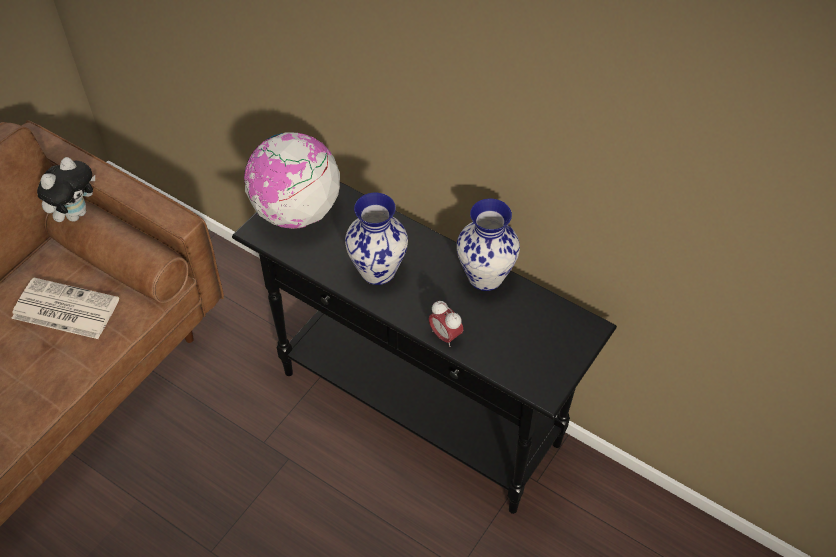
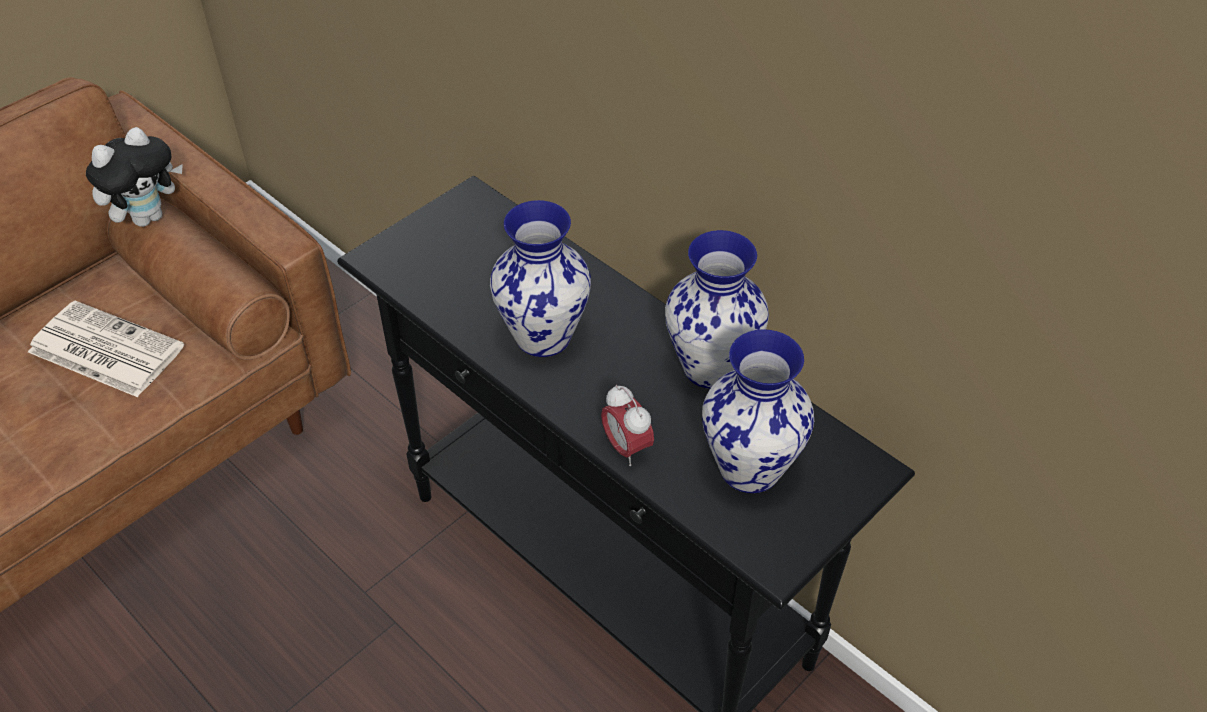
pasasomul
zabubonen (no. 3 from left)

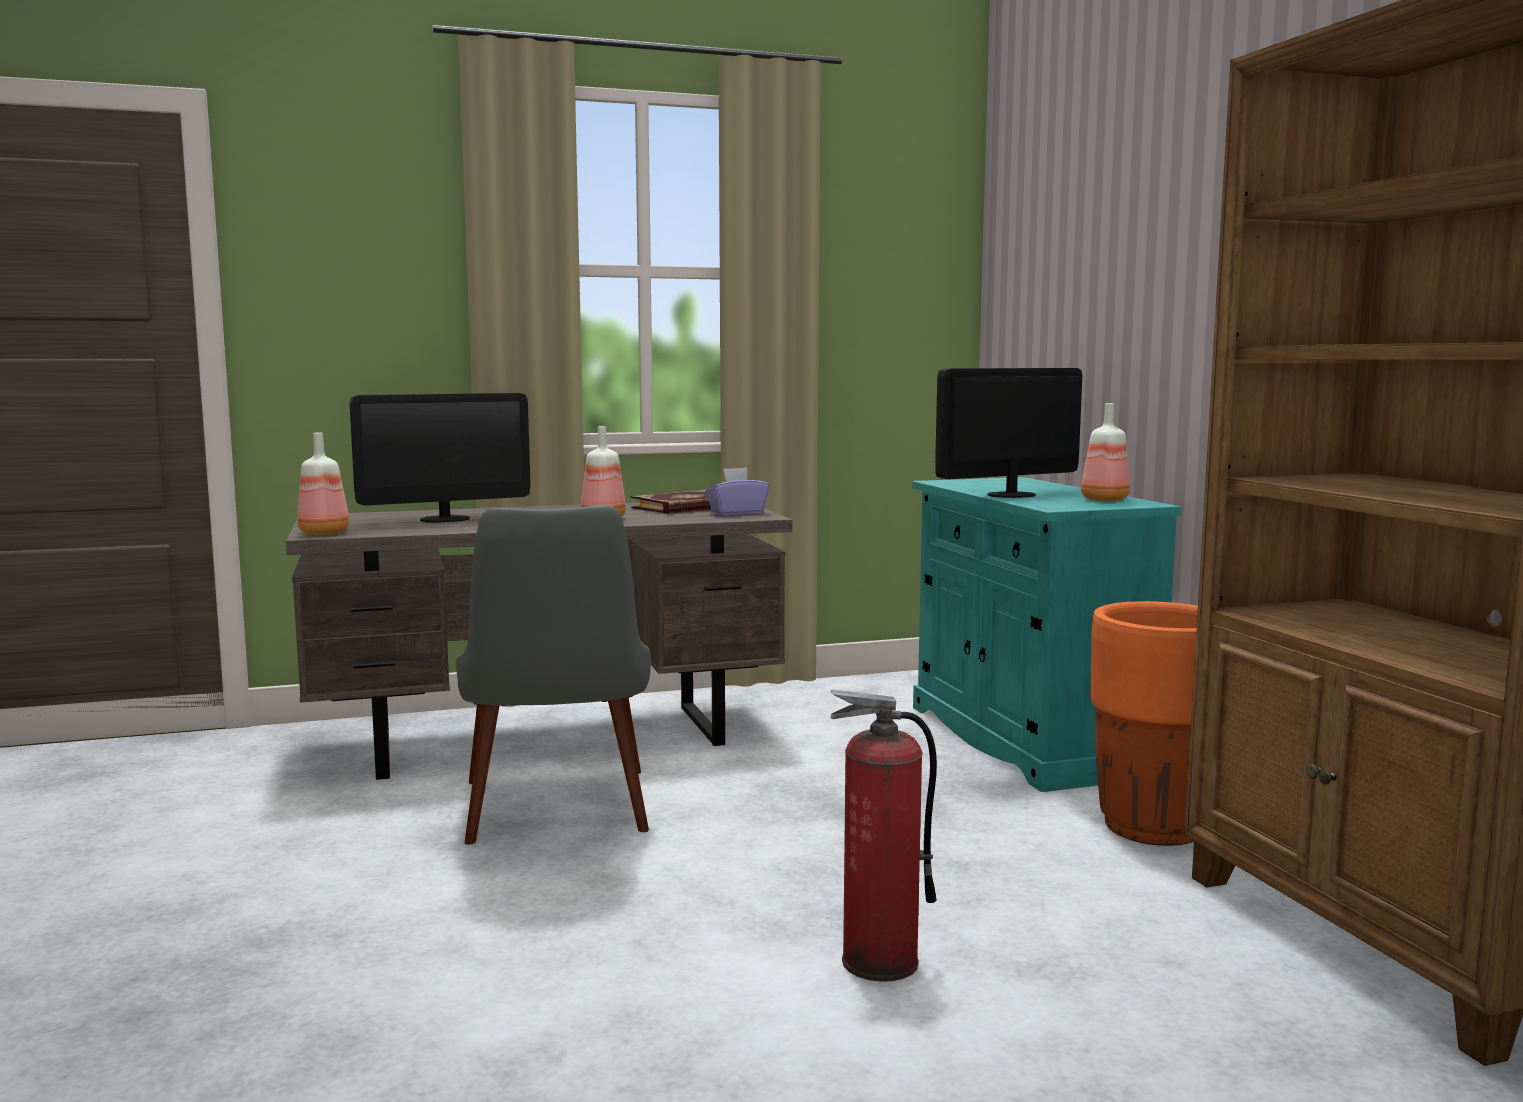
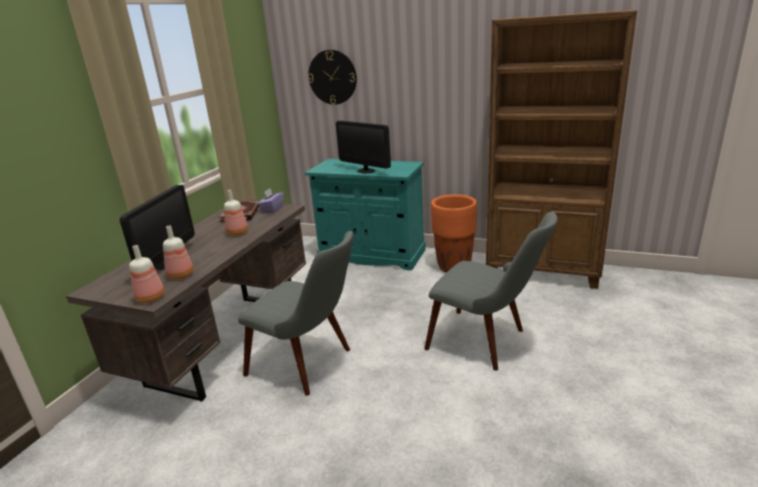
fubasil (no. 2 from left)
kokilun (no. 2 from left)
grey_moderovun (no. 2 from left)
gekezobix

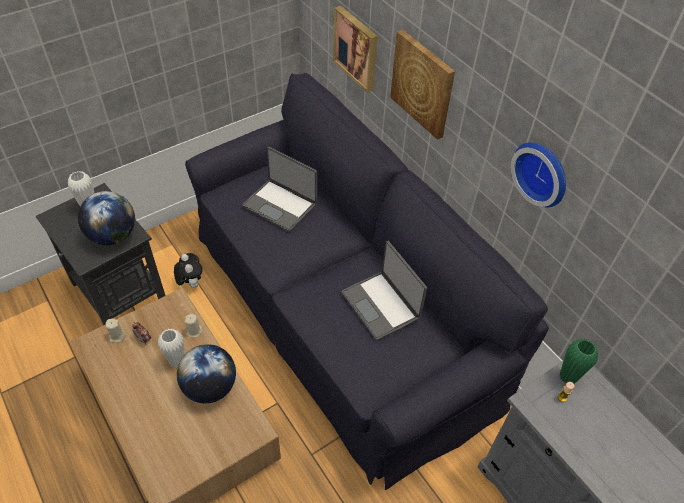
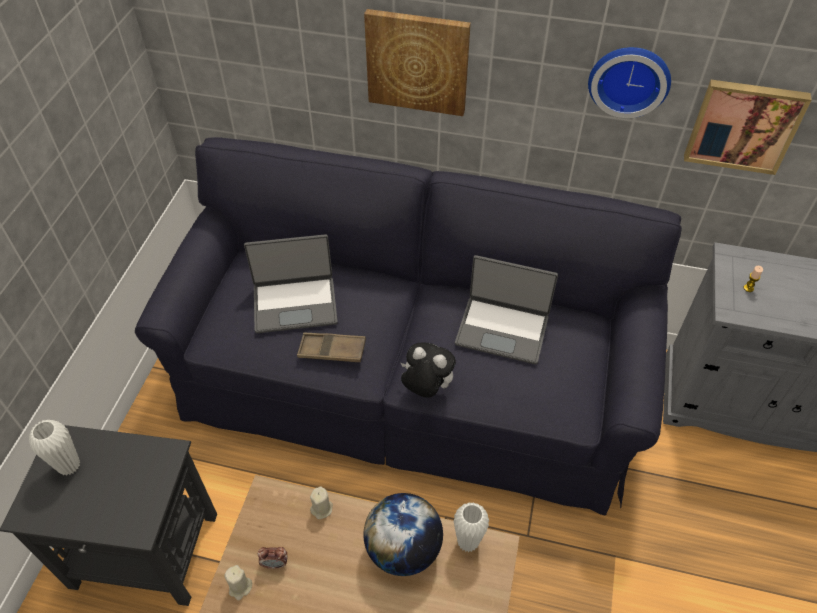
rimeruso (no. 2 from left)
pasasomul (no. 1 from left in the first image)
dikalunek
white_zabubonen (no. 2 from left)
green_zabubonen
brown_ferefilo

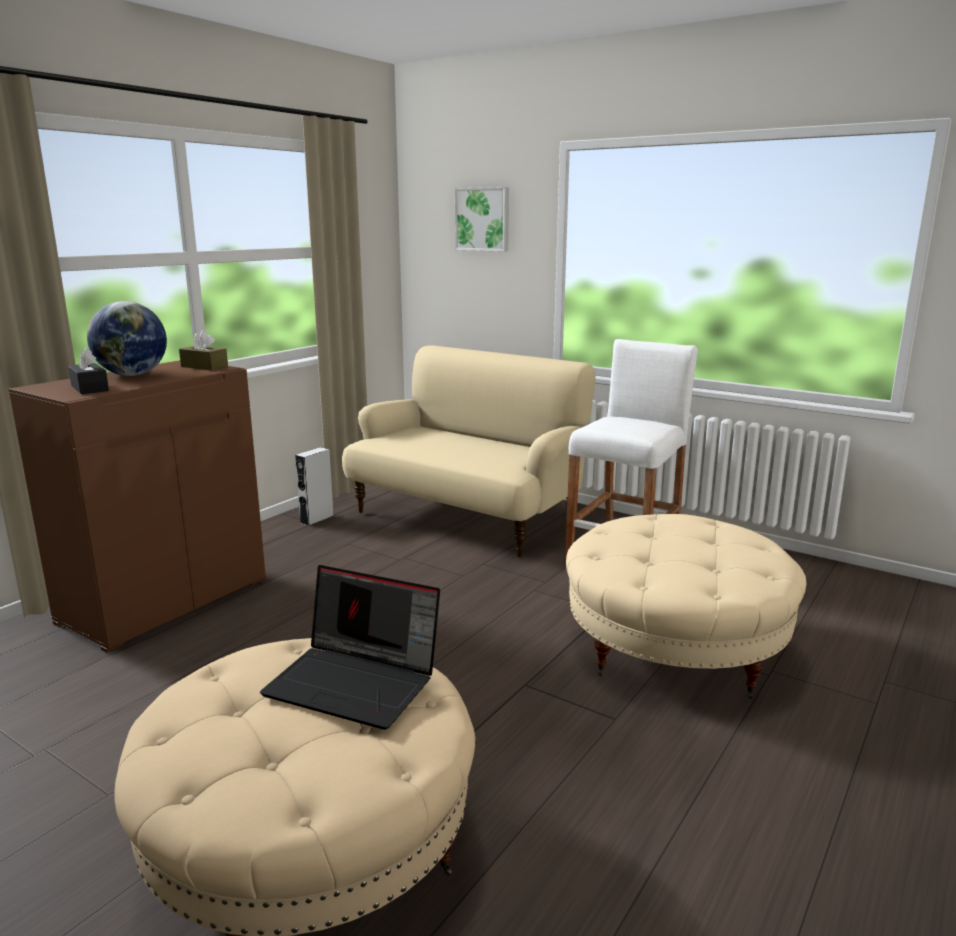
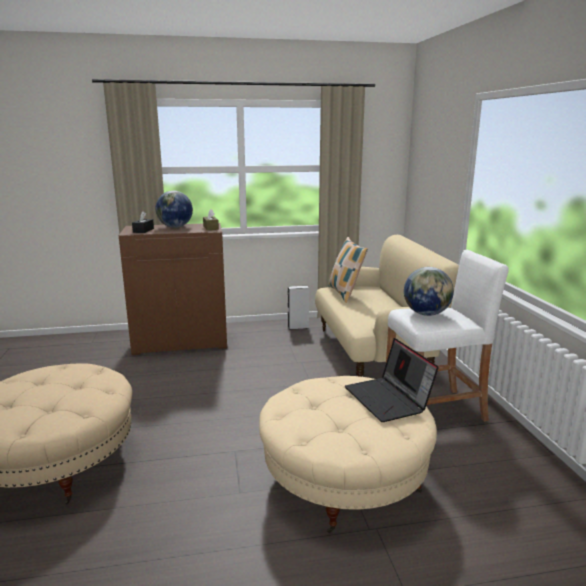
rimeruso
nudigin
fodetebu
pasasomul (no. 2 from left)

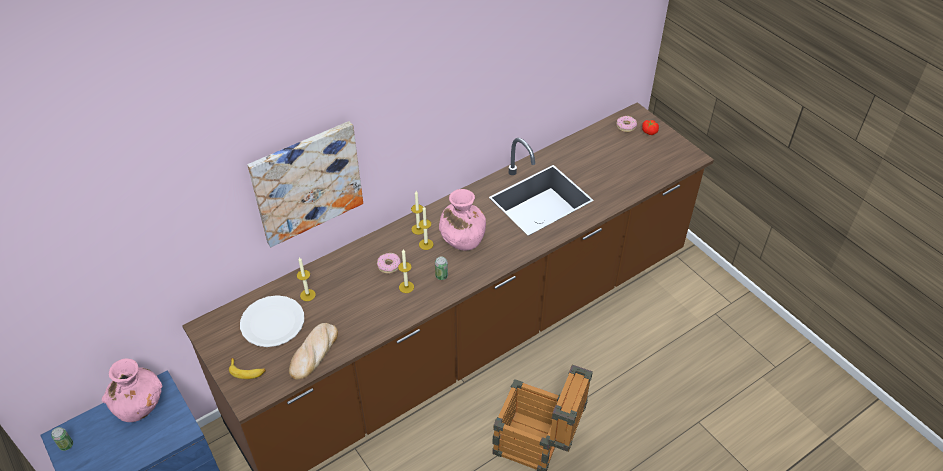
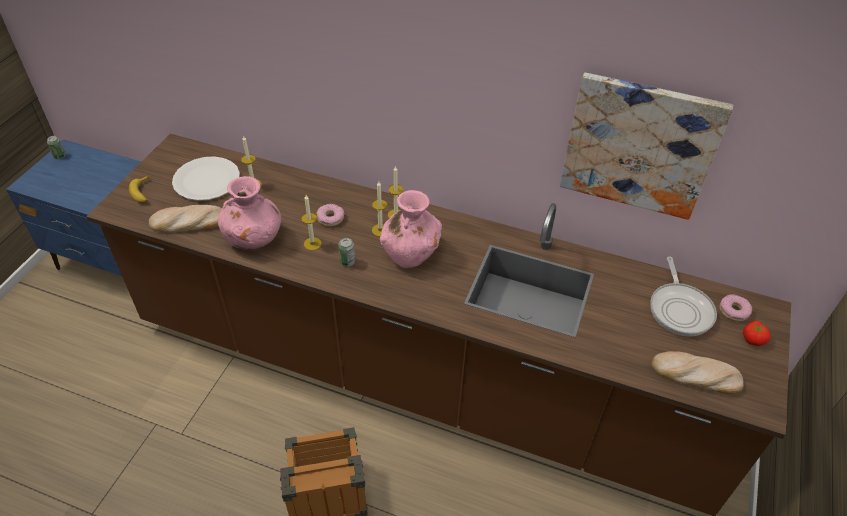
rimeruso
pink_zabubonen (no. 1 from left)
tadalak
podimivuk (no. 2 from left)

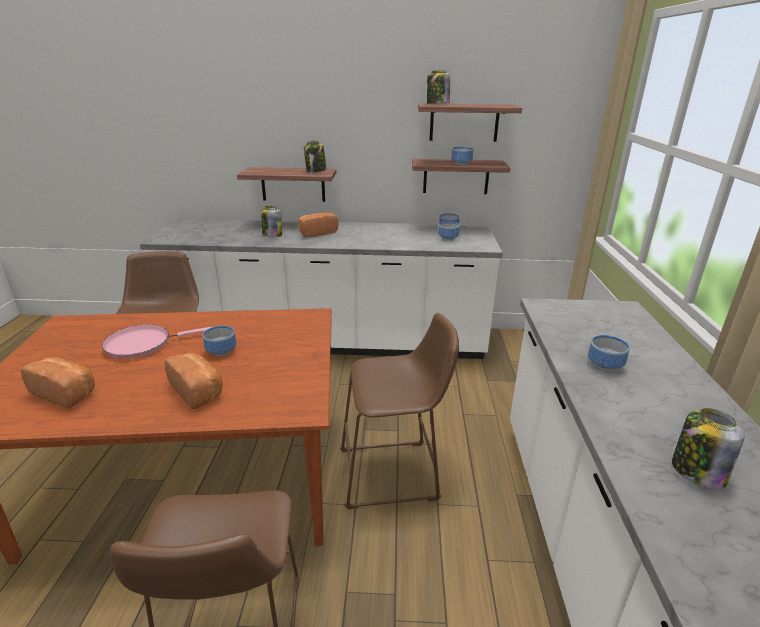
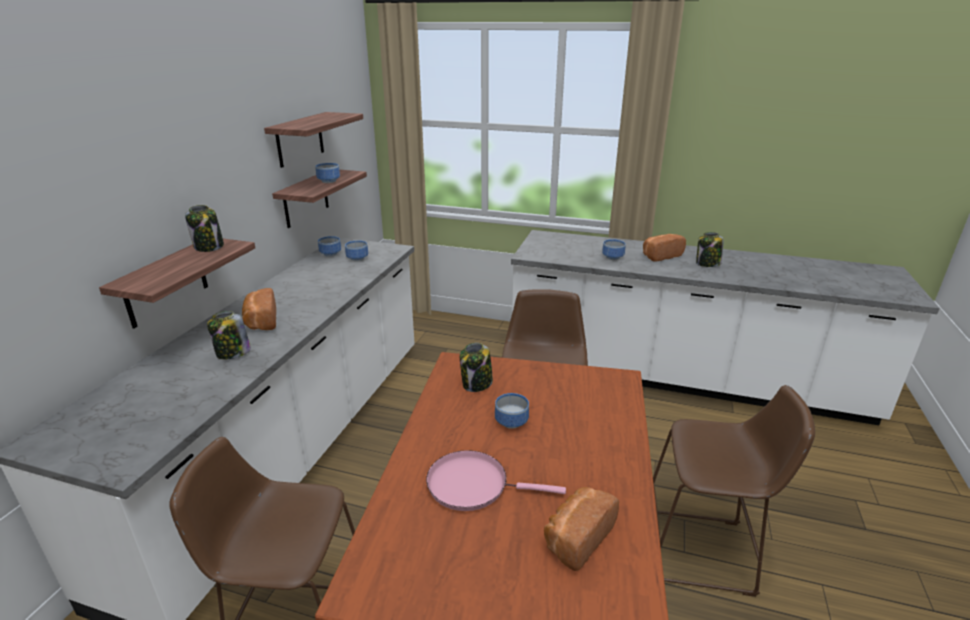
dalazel (no. 3 from left)
pink_tadalak
podimivuk (no. 3 from left)

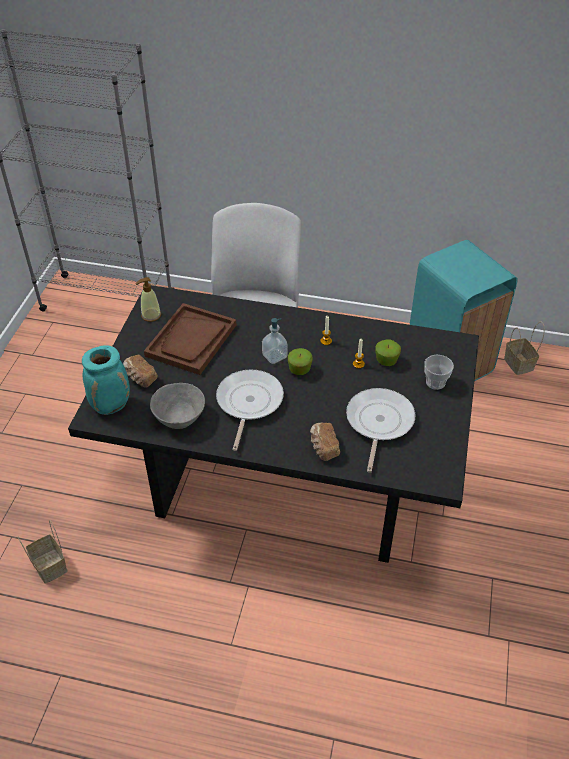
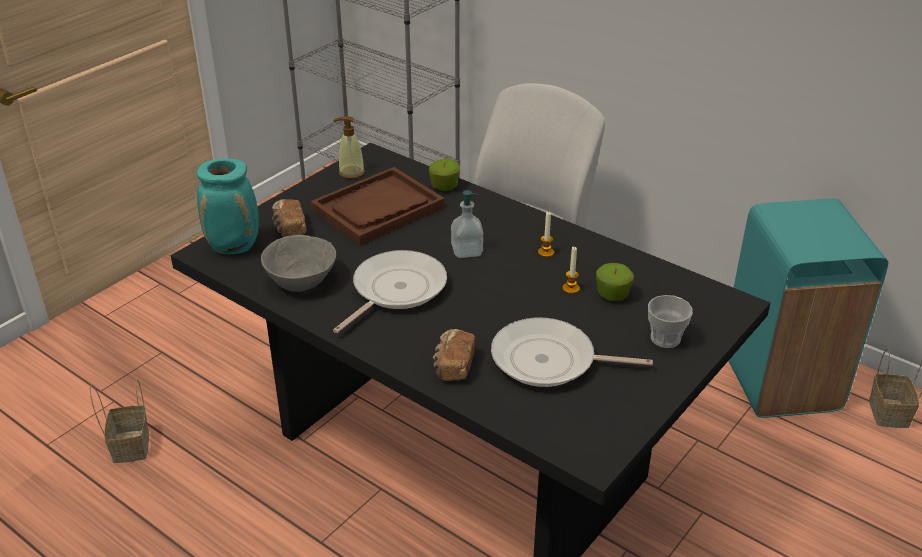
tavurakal (no. 1 from left)
tadalak (no. 2 from left)

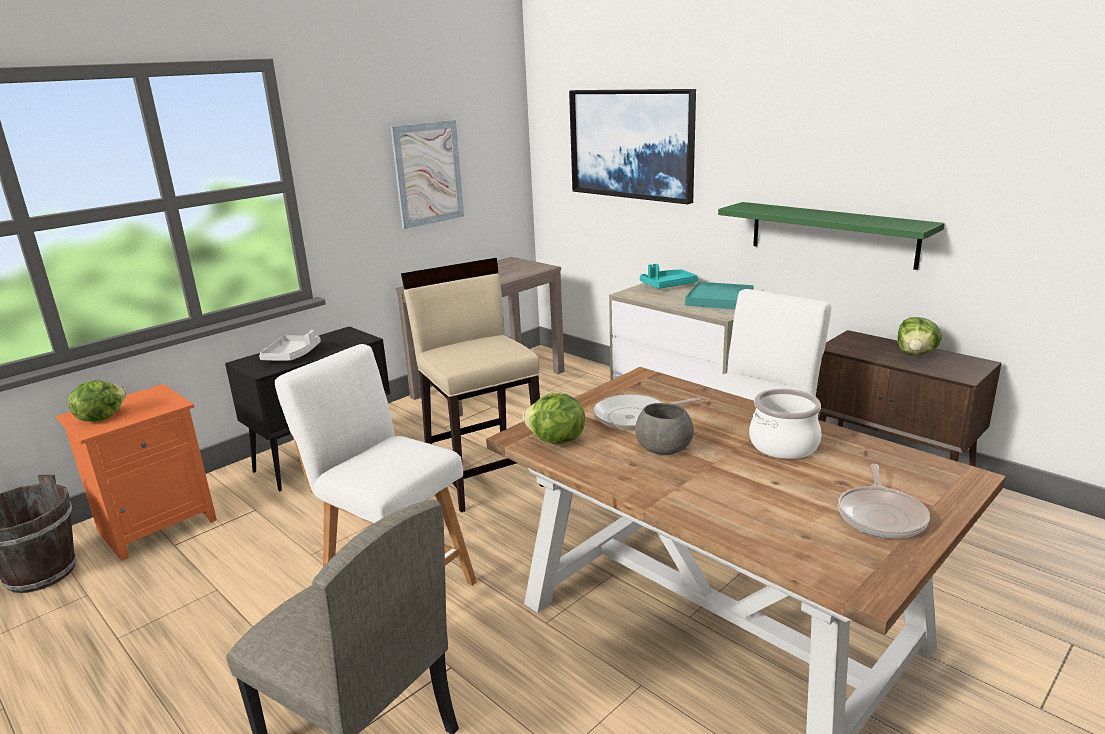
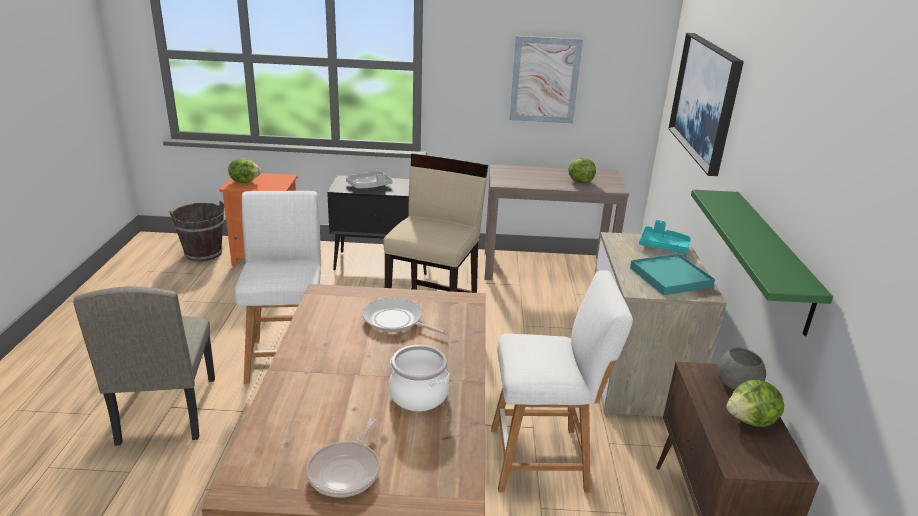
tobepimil (no. 2 from left)
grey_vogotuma
tadalak (no. 1 from left)

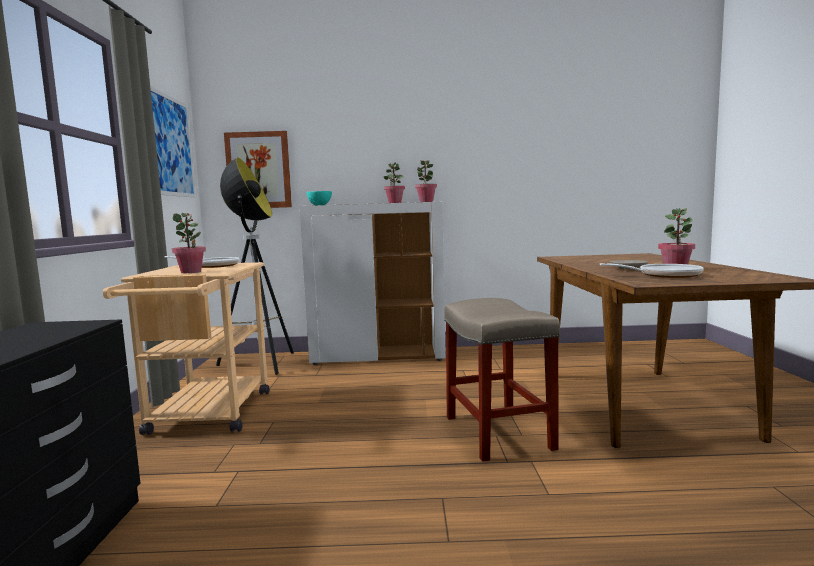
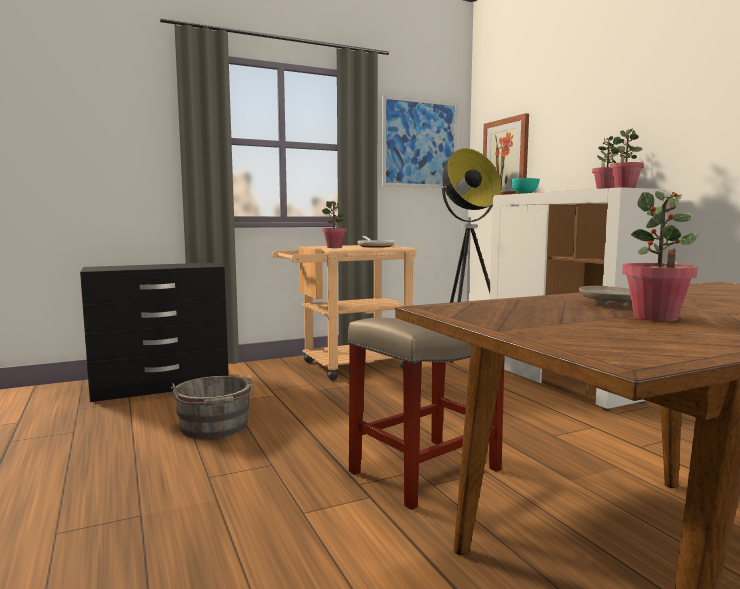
tadalak (no. 2 from left in the first image)
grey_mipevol

